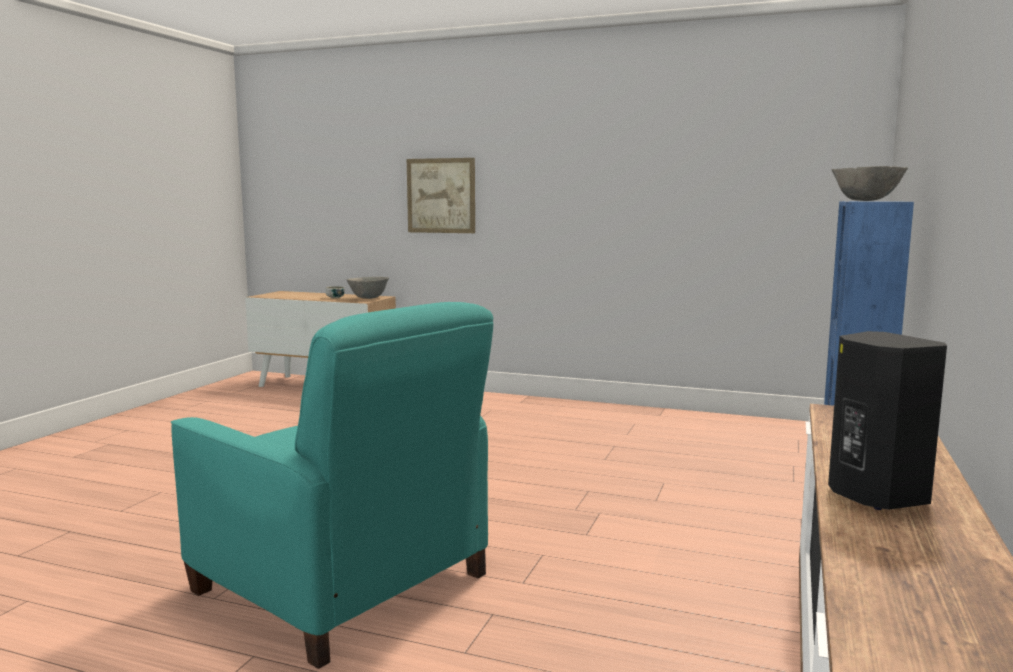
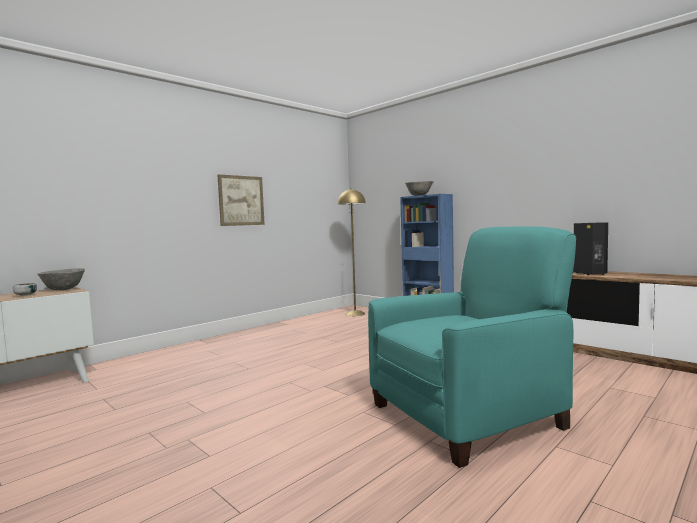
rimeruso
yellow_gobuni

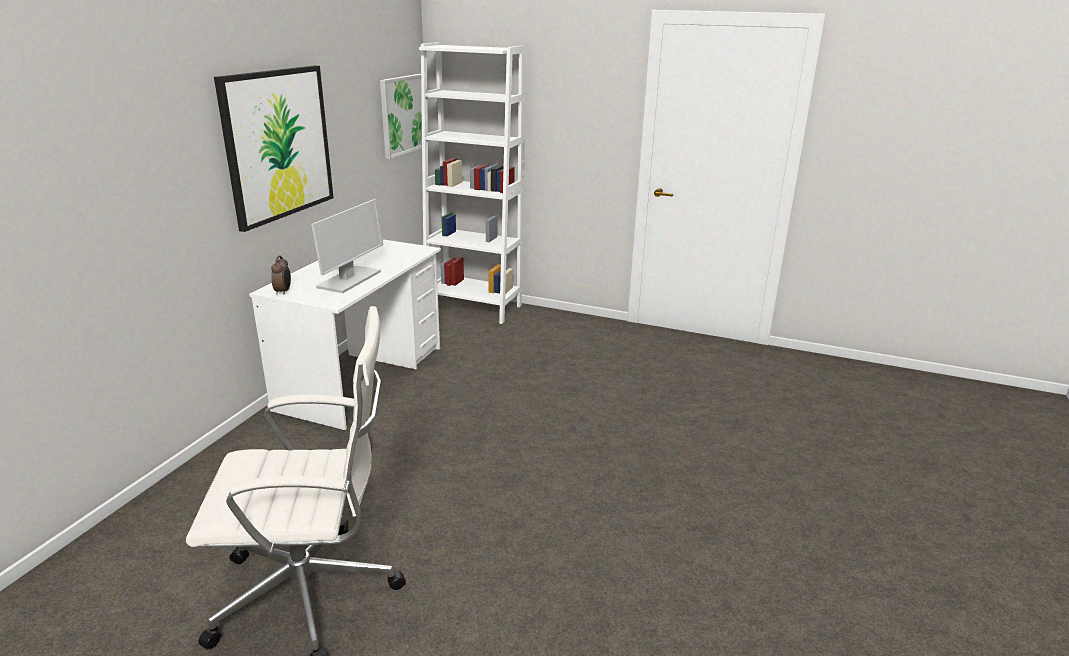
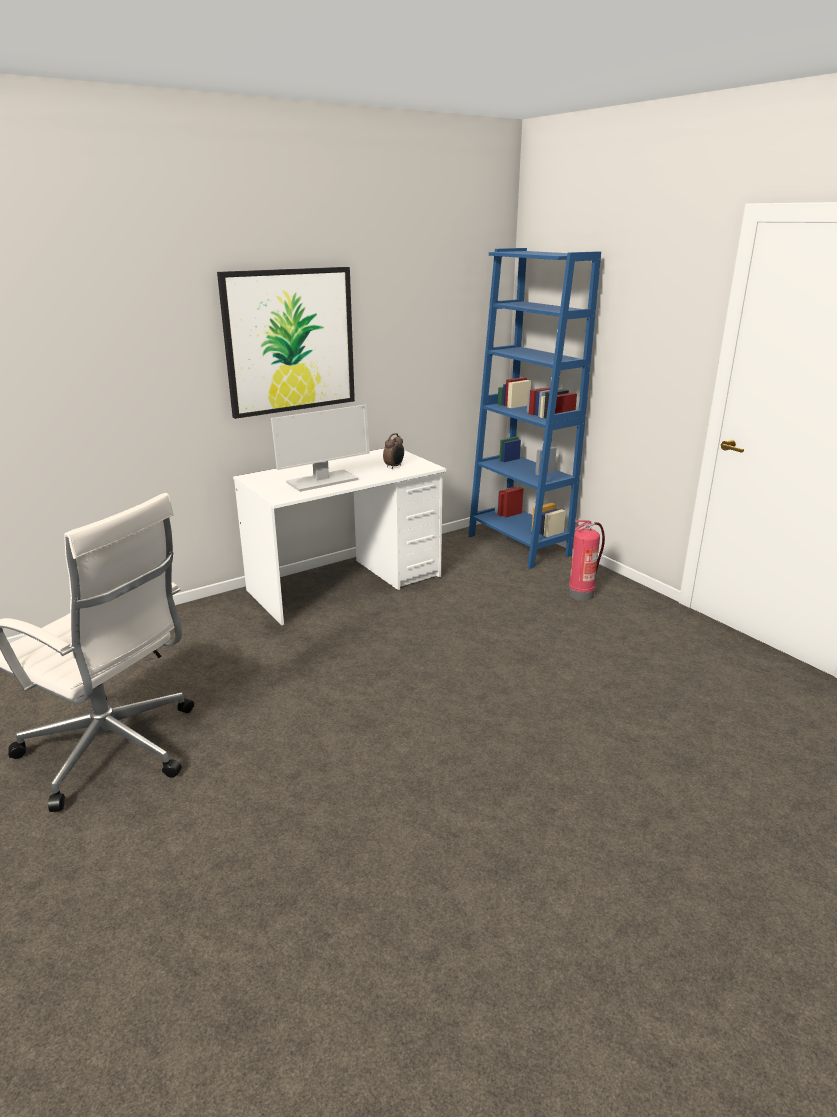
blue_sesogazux
rimeruso (no. 2 from left in the first image)
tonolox
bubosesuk

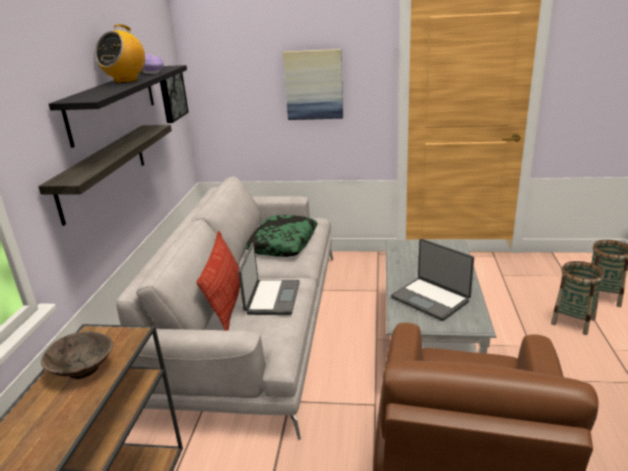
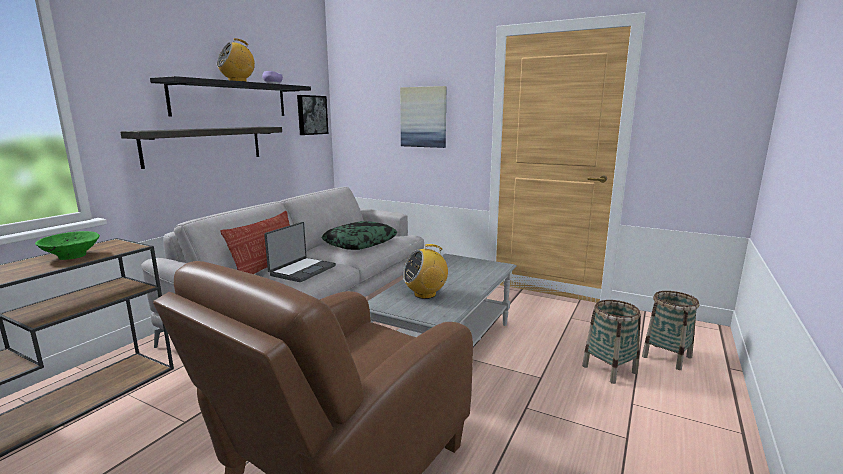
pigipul (no. 2 from left)
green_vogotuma

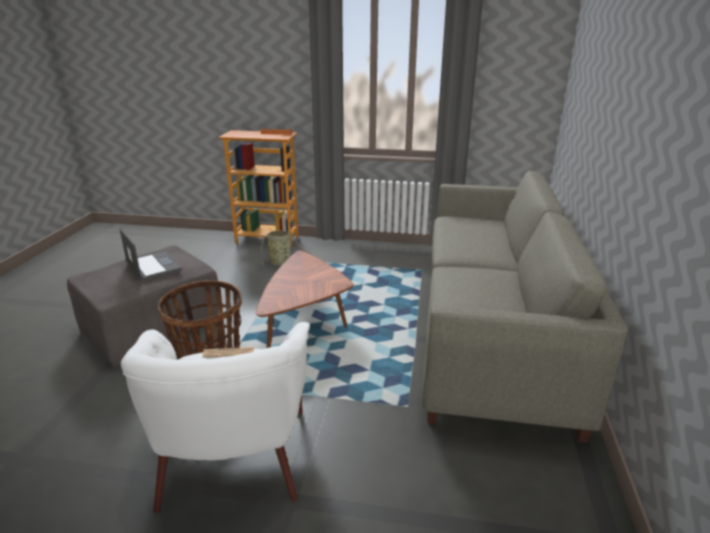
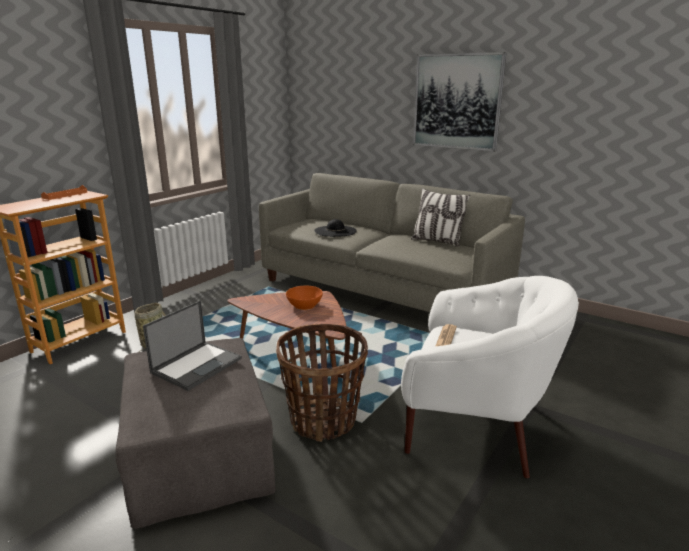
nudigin
rimeruso
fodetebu
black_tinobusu
orange_vogotuma

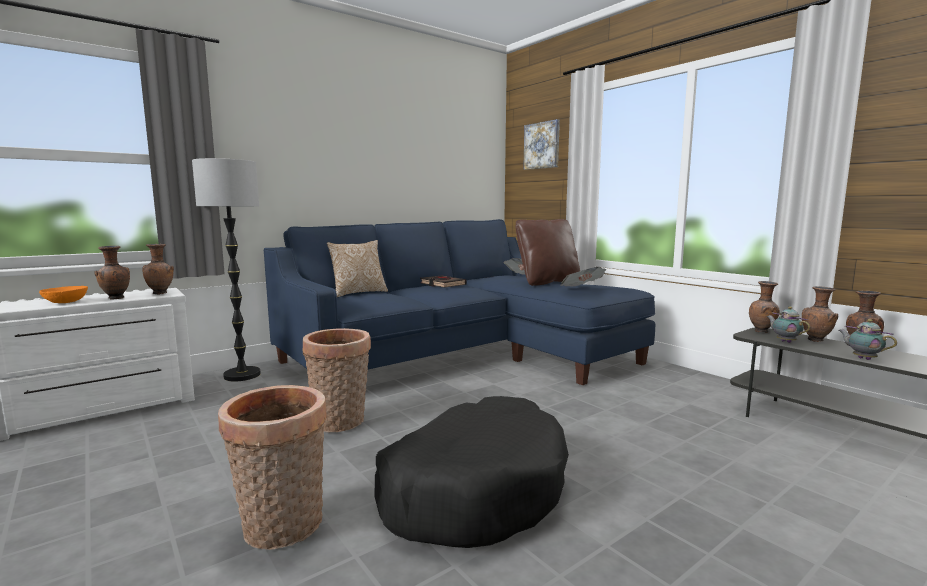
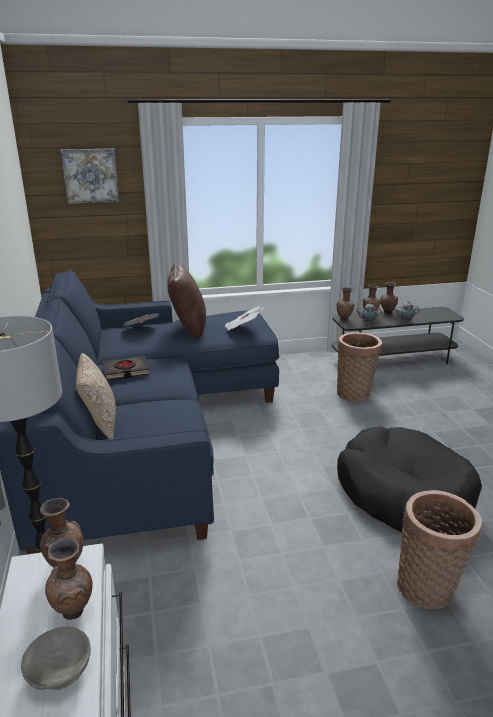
grey_vogotuma
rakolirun (no. 1 from left)

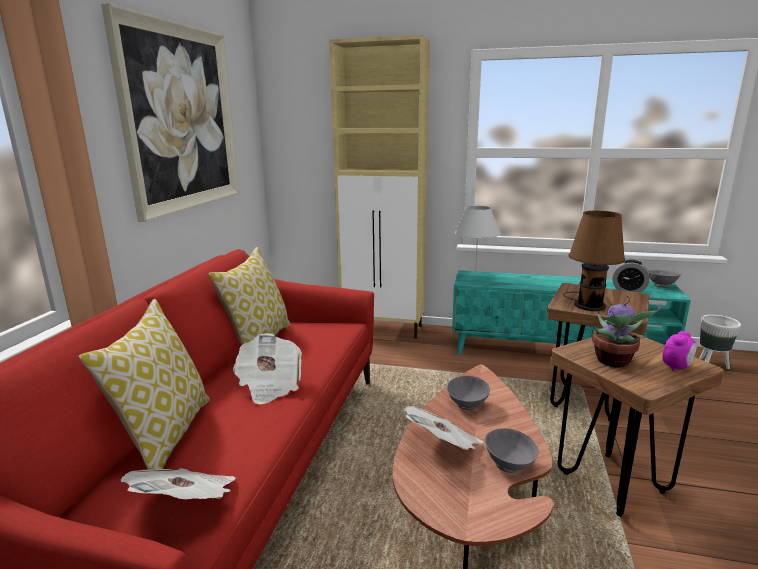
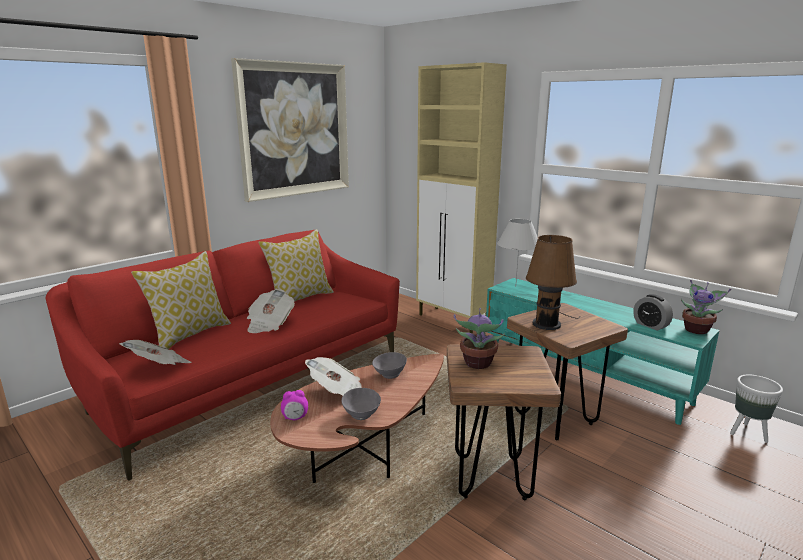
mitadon (no. 2 from left)
tonolox (no. 1 from left)

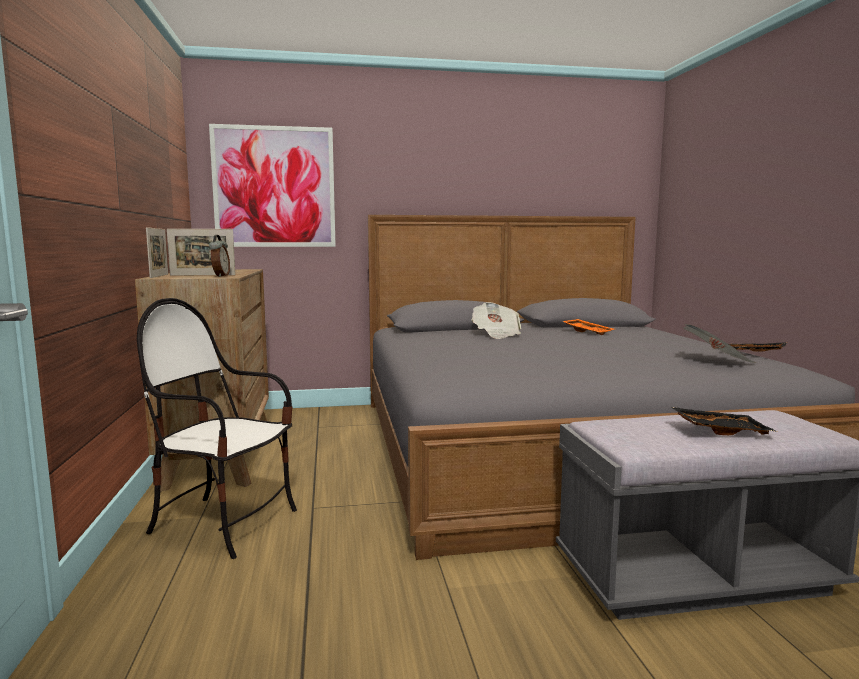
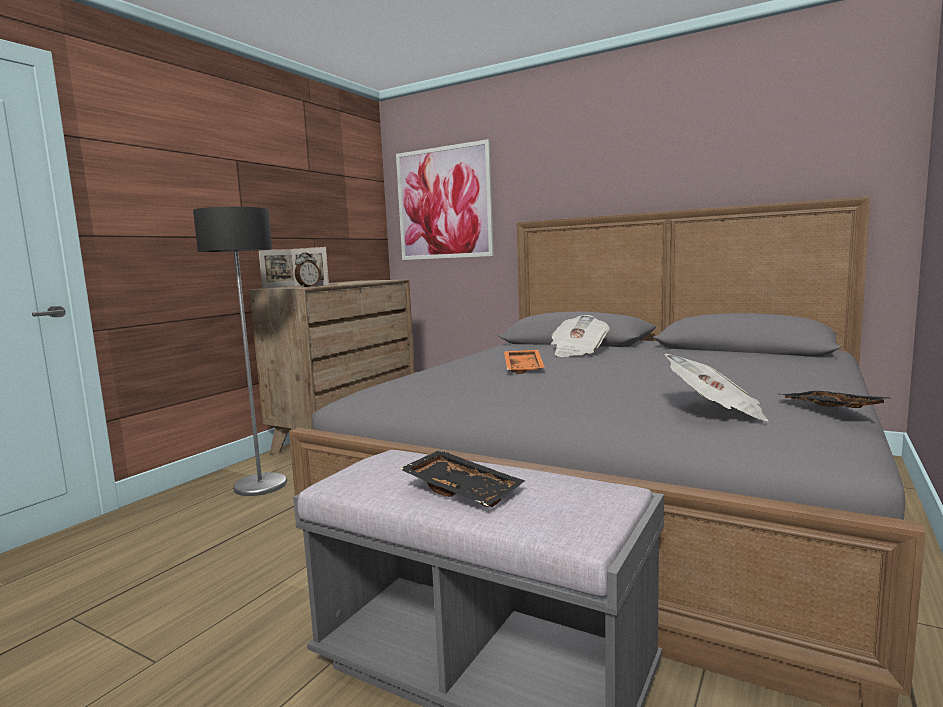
gobuni
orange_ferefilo

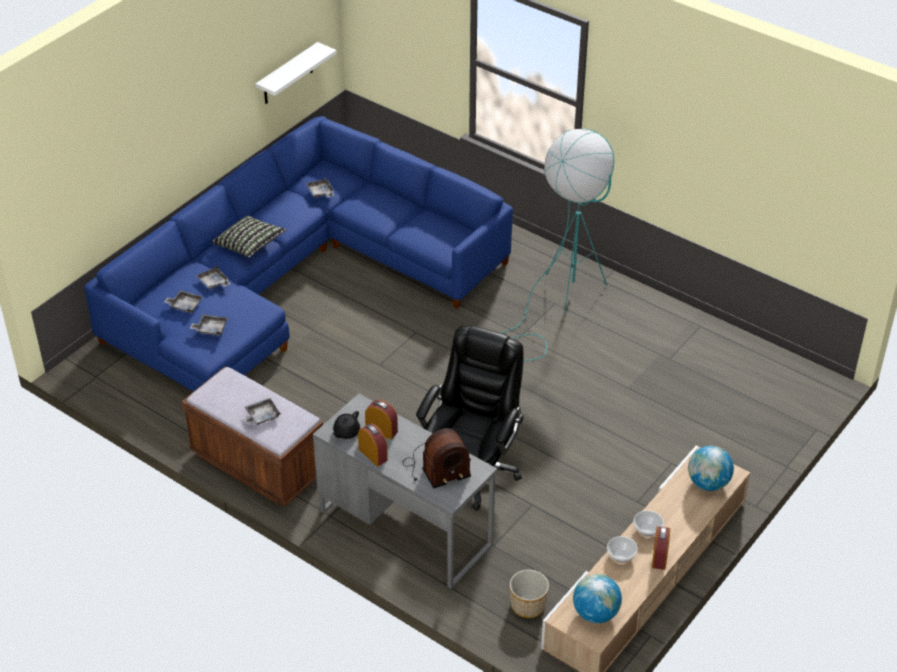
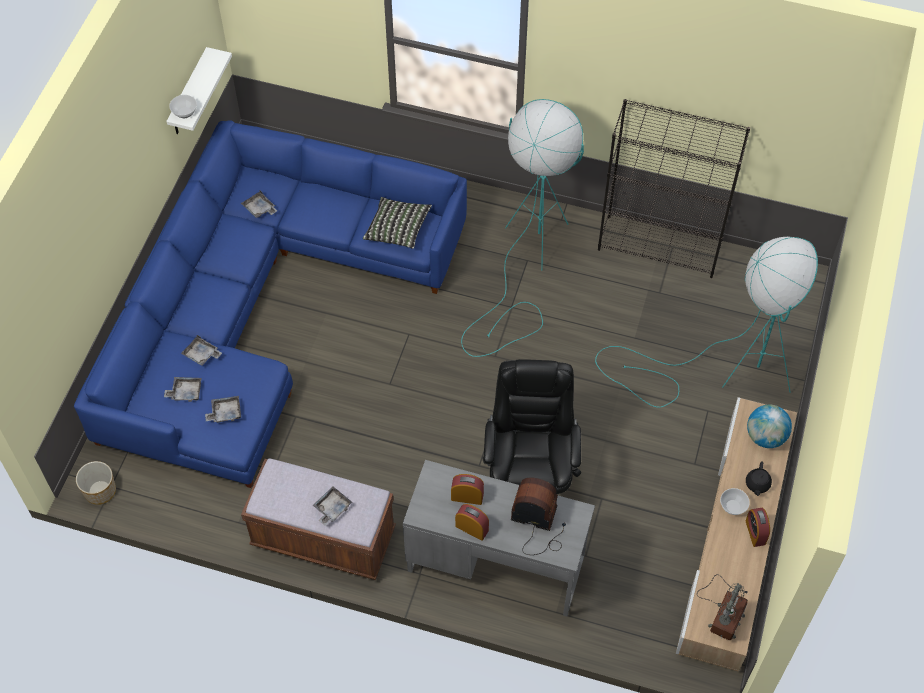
fodetebu
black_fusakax
pigipul
vogotuma (no. 1 from left)
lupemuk
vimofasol
black_sesogazux
turquoise_gobuni (no. 2 from left)

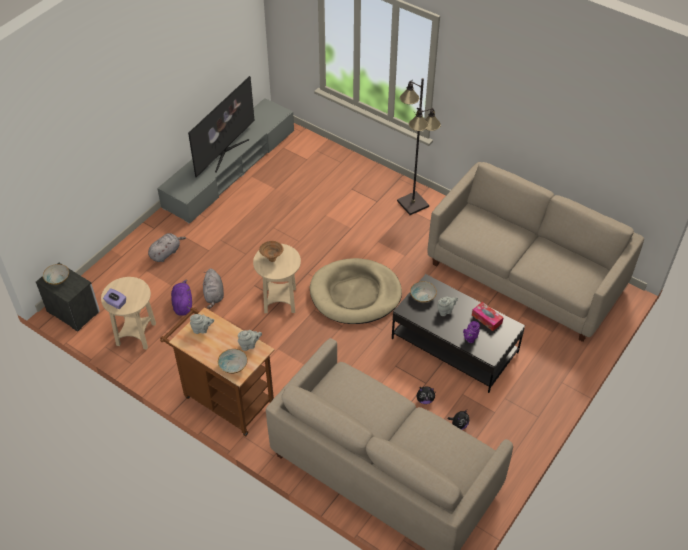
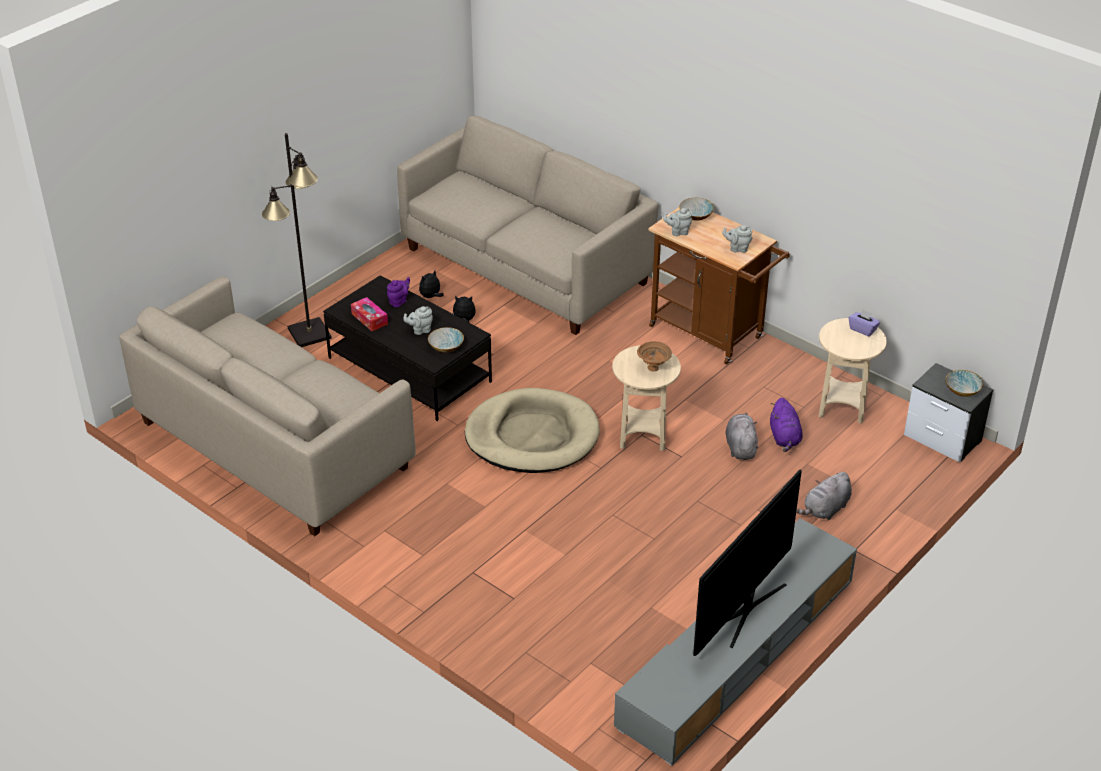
black_gobuni

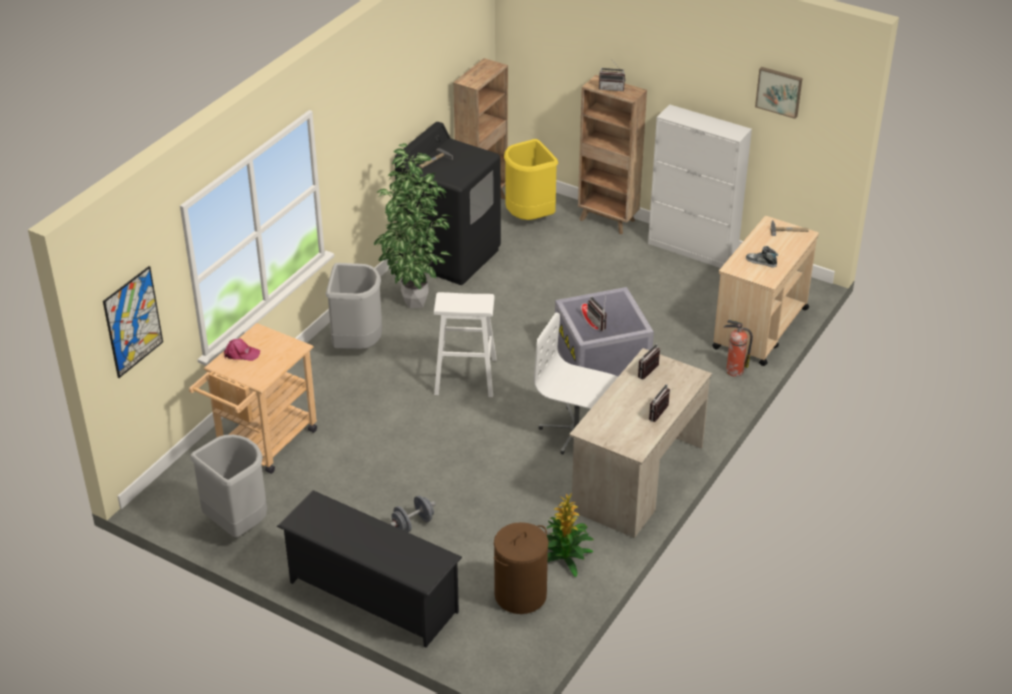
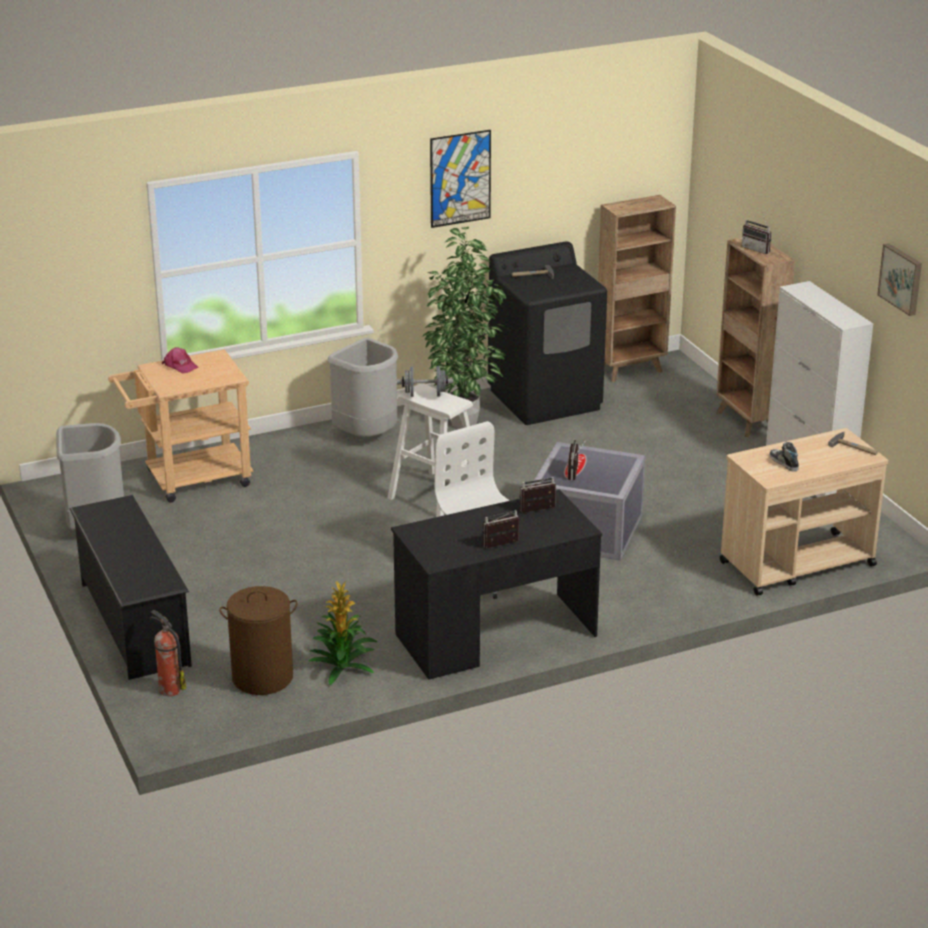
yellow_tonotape
rimeruso (no. 1 from left)
bubosesuk
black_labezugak
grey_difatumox

